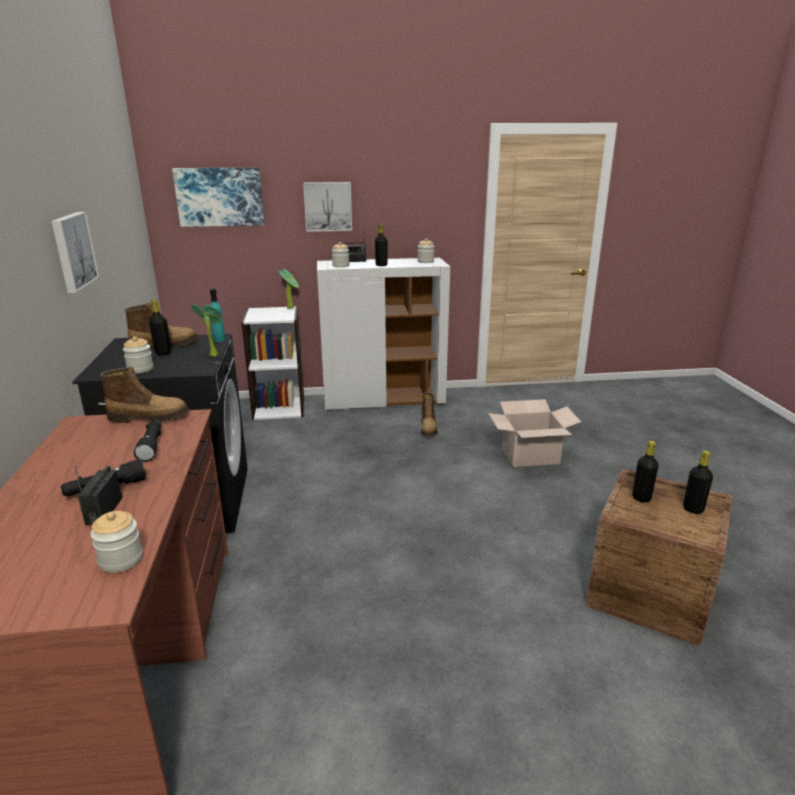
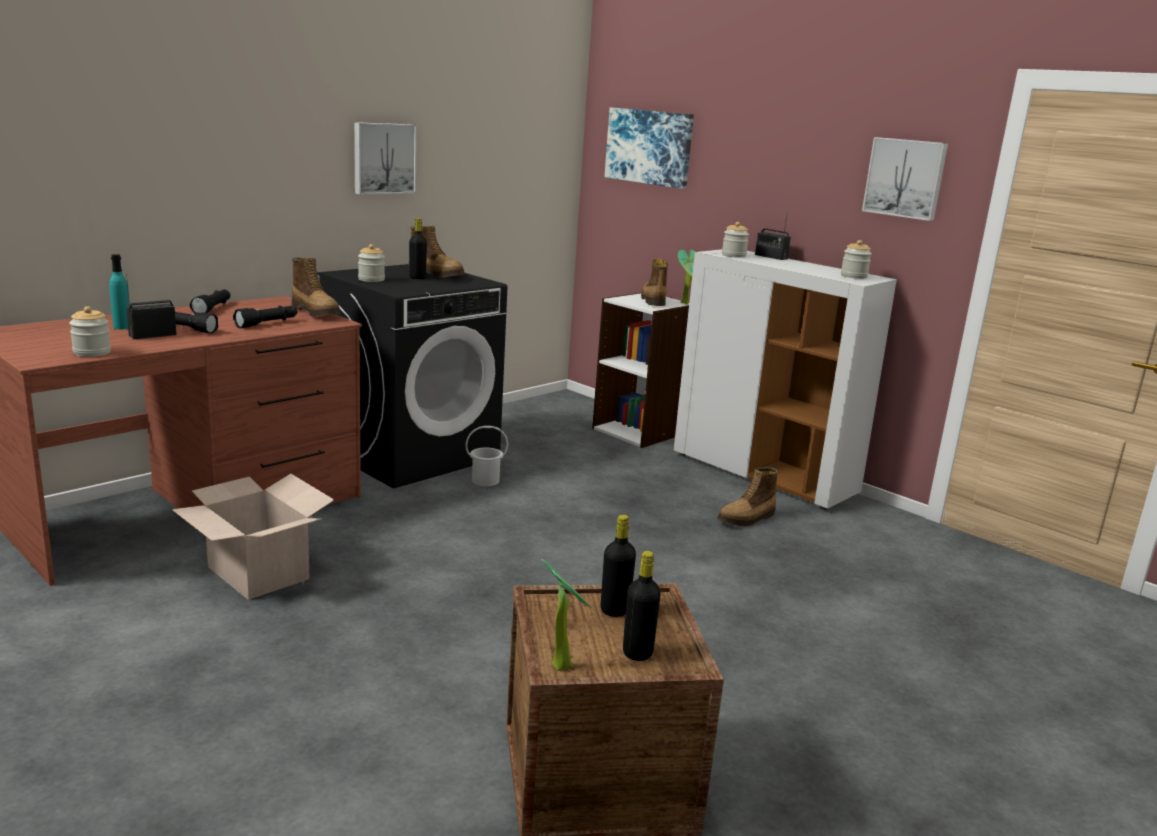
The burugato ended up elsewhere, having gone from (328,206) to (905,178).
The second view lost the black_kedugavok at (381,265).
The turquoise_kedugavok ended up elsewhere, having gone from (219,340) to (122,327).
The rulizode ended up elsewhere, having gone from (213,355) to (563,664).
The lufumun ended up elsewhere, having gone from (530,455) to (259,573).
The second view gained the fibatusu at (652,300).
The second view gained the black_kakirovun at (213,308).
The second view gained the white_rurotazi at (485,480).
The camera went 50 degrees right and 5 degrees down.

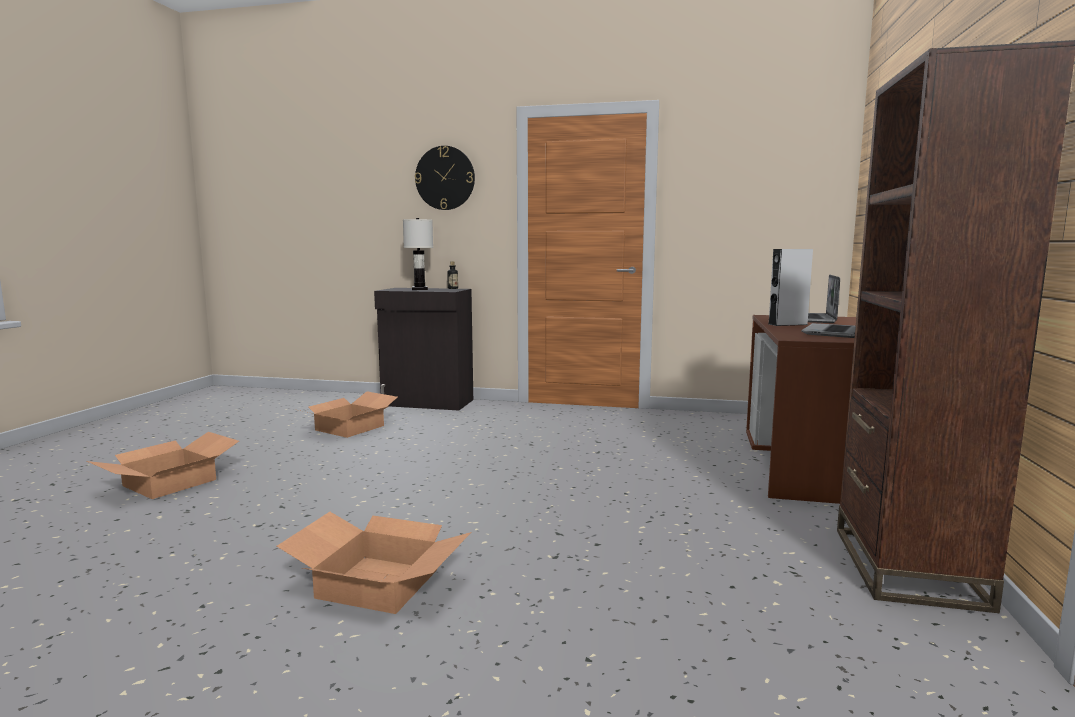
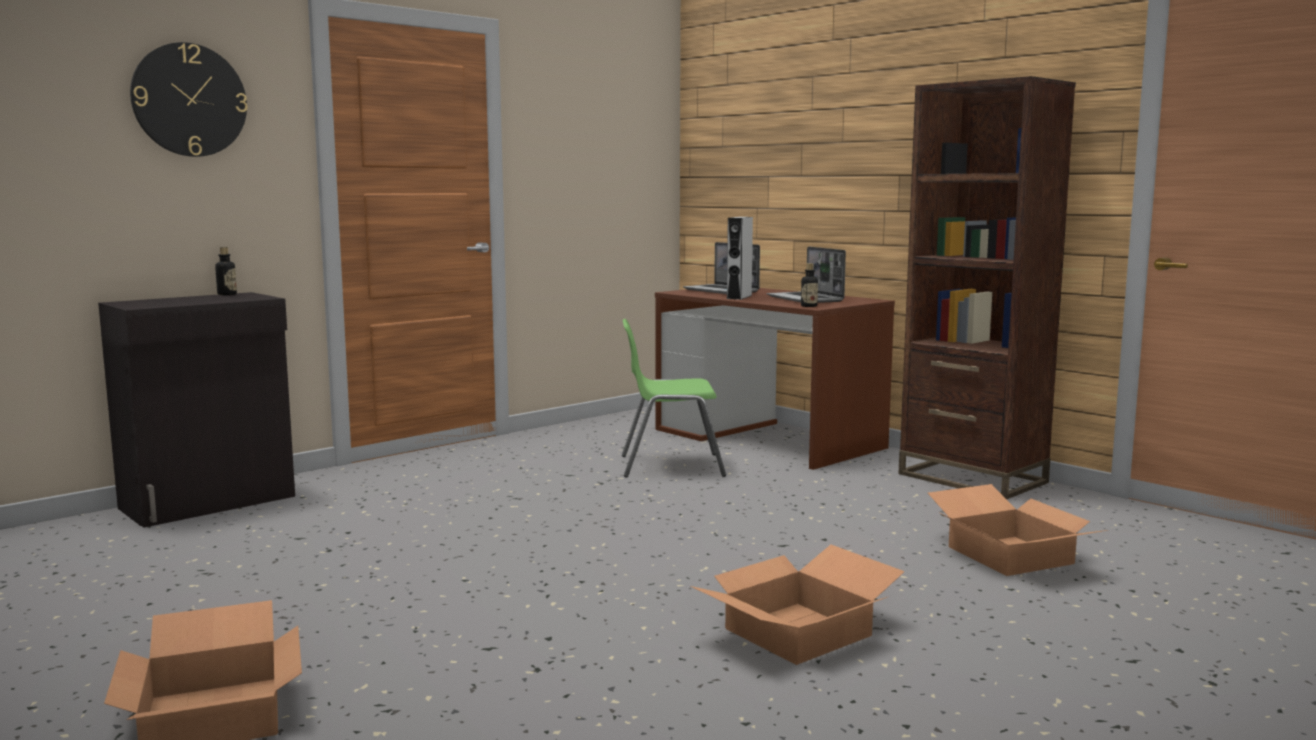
The second view lost the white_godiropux at (419,289).
The lufumun ended up elsewhere, having gone from (349,427) to (1007,555).
The second view gained the kedugavok at (809,306).
The second view gained the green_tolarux at (669,465).
The camera went 55 degrees left and 0 degrees up.

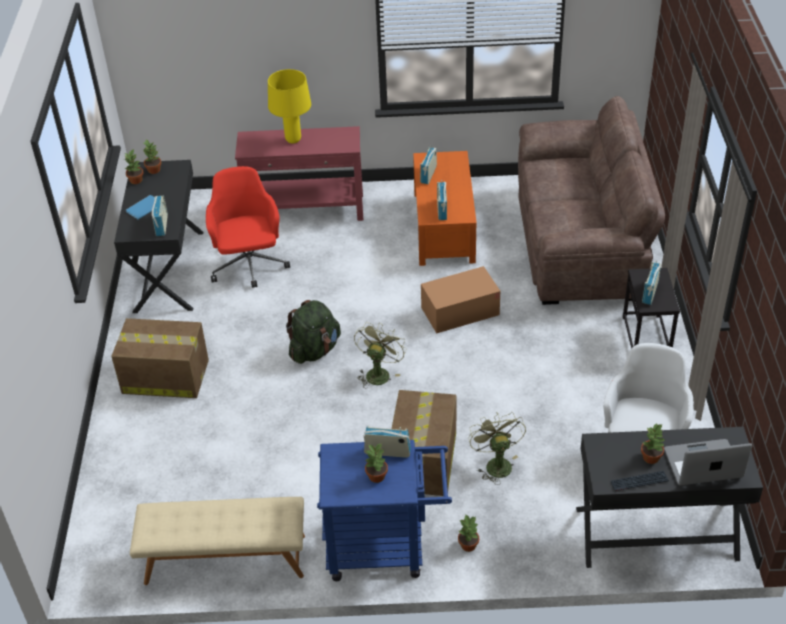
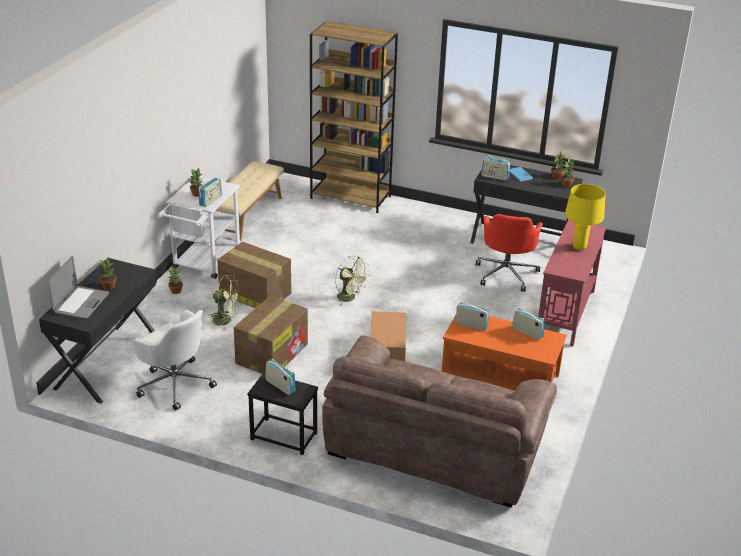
The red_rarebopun at (249,266) ended up facing another way, 90 degrees clockwise from before.
The second view lost the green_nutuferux at (315,350).
The lufumun ended up elsewhere, having gone from (164,376) to (272,353).
What was the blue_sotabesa at (385,547) turned into the white_sotabesa at (204,263).
The second view gained the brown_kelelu at (351,197).
The camera went 110 degrees right and 10 degrees down.

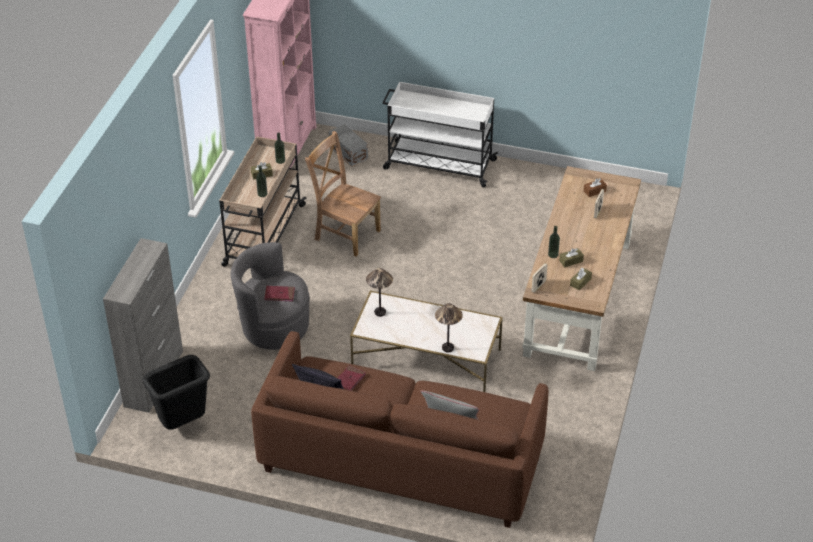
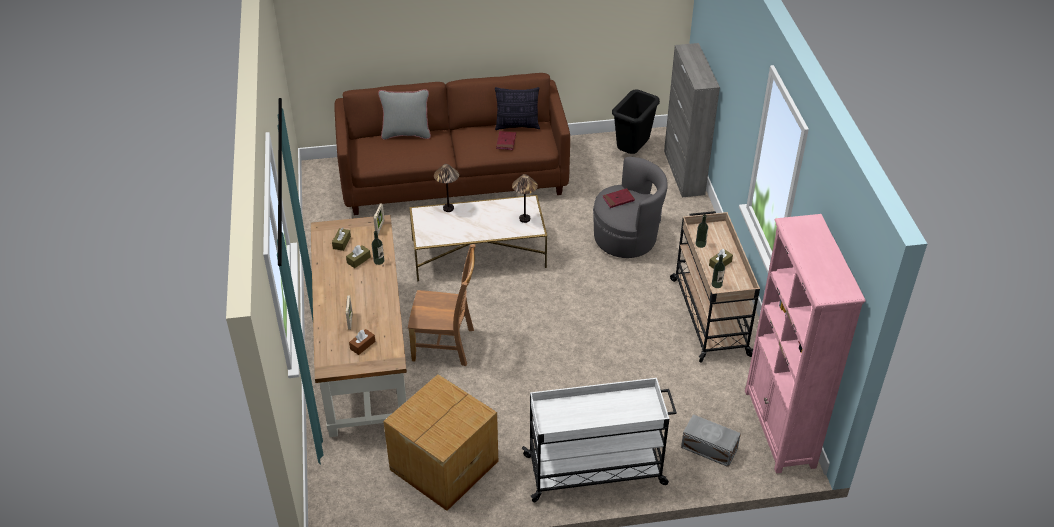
The brown_tolarux ended up elsewhere, having gone from (345,233) to (446,345).
The second view gained the lufumun at (442,465).
The camera went 155 degrees right and 0 degrees up.

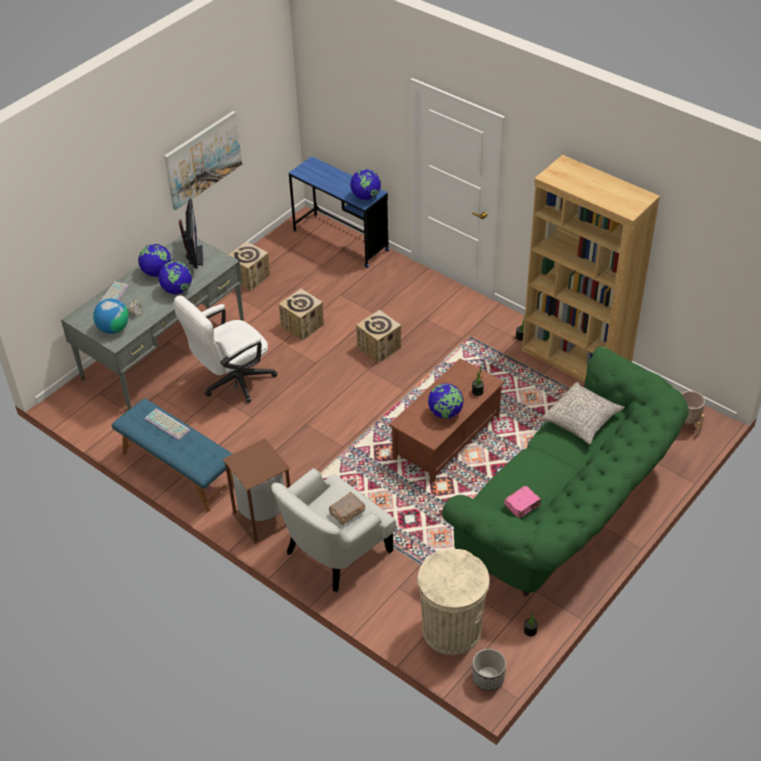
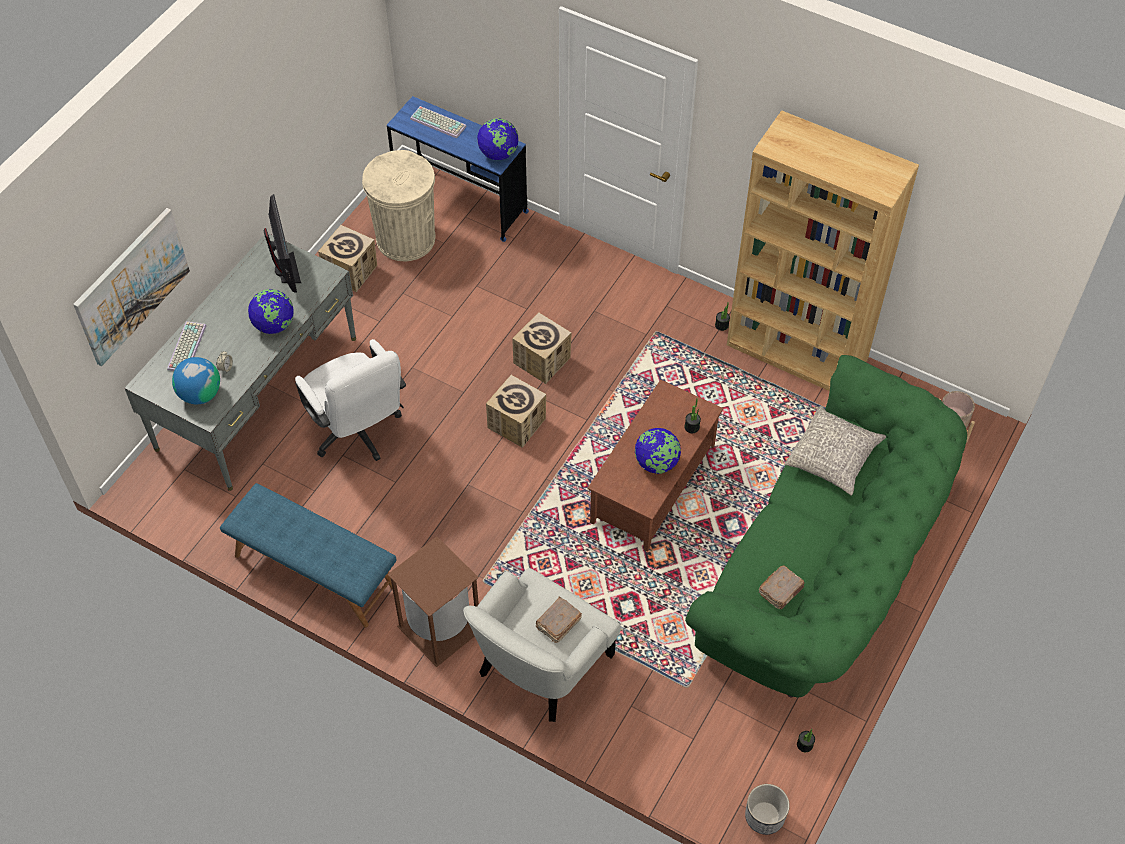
The burugato ended up elsewhere, having gone from (203,159) to (131,286).
The second view lost the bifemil at (157,272).
The lufumun ended up elsewhere, having gone from (302,325) to (517,423).
The white_rarebopun at (231,382) ended up facing another way, 75 degrees counterclockwise from before.
The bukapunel ended up elsewhere, having gone from (168,424) to (439,122).
What was the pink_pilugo at (522,505) turned into the brown_pilugo at (781,591).
The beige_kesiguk ended up elsewhere, having gone from (451,630) to (405,239).
The camera went 10 degrees left and 10 degrees up.

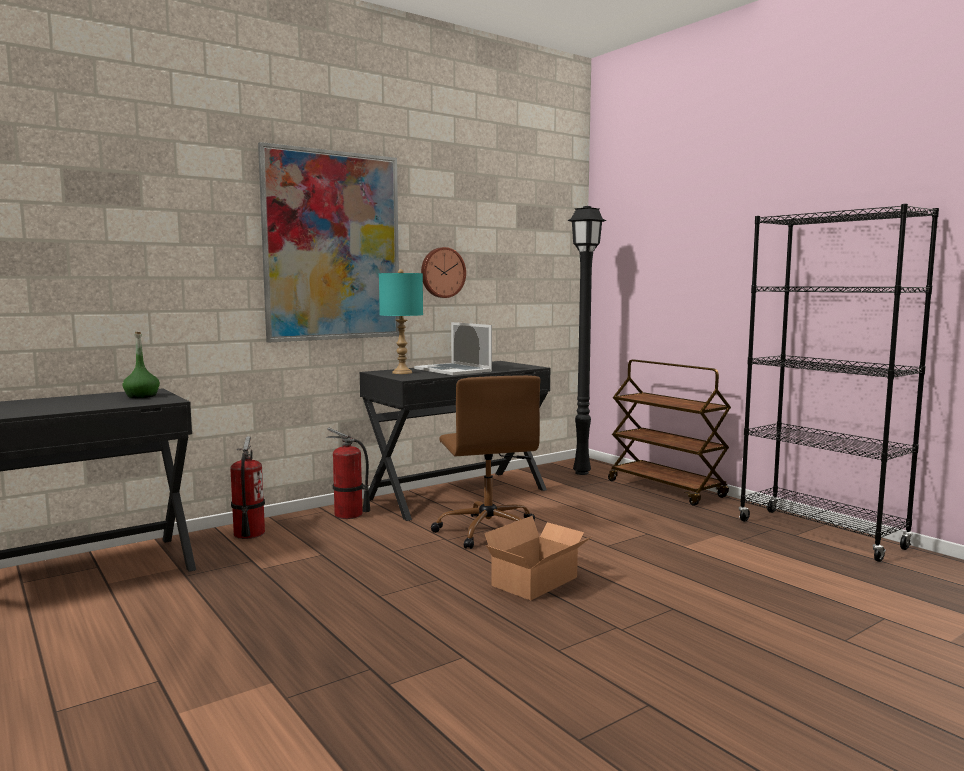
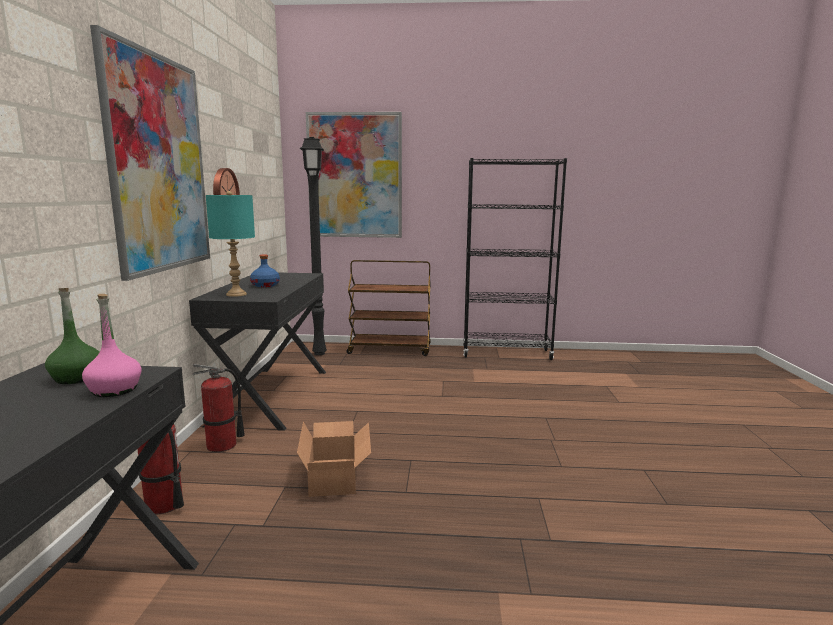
Where the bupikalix stood at (453,370), the blue_kedugavok came to stand at (265,285).
The second view lost the brown_rarebopun at (487,530).
The lufumun ended up elsewhere, having gone from (538,582) to (336,475).
The second view gained the burugato at (355,176).
The second view gained the pink_kedugavok at (115,390).
The camera went 50 degrees left and 5 degrees up.

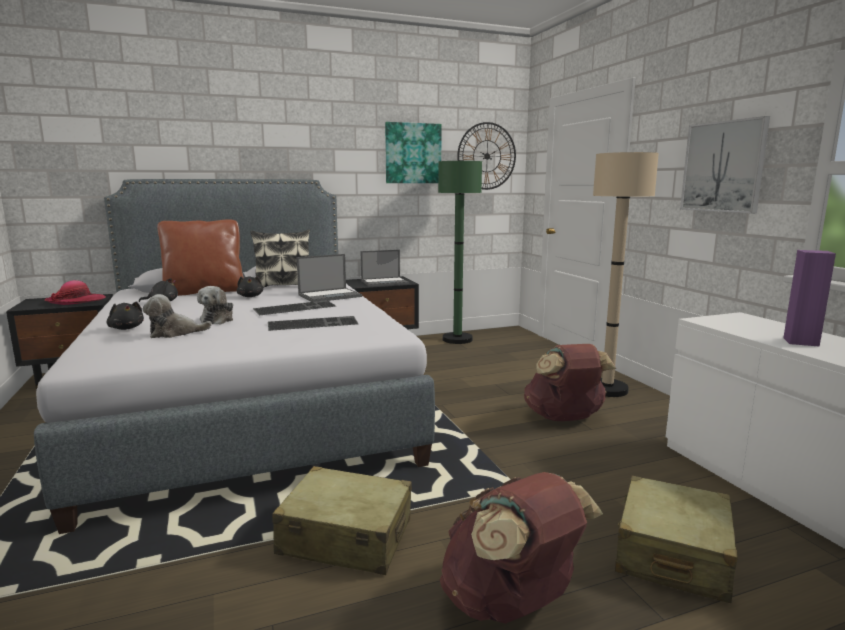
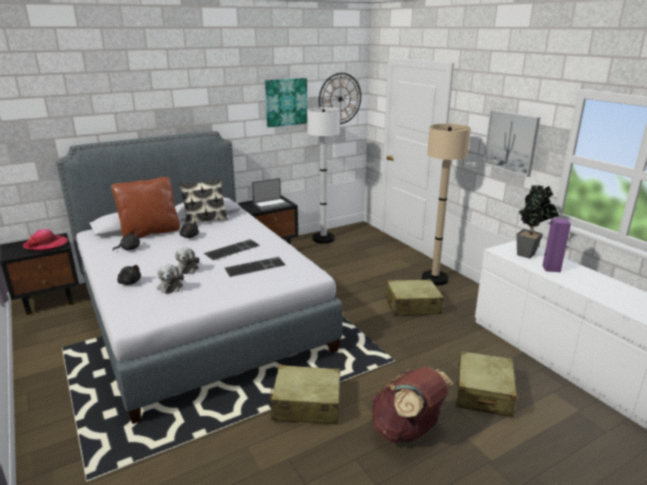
What was the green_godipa at (457,339) turned into the white_godipa at (323,239).
The second view lost the bupikalix at (330,295).
The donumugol at (174,333) ended up facing another way, 75 degrees counterclockwise from before.
Where the brown_nutuferux stood at (564,418), the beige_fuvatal came to stand at (412,306).
The second view gained the rulizode at (528,254).
The camera went 10 degrees left and 10 degrees up.

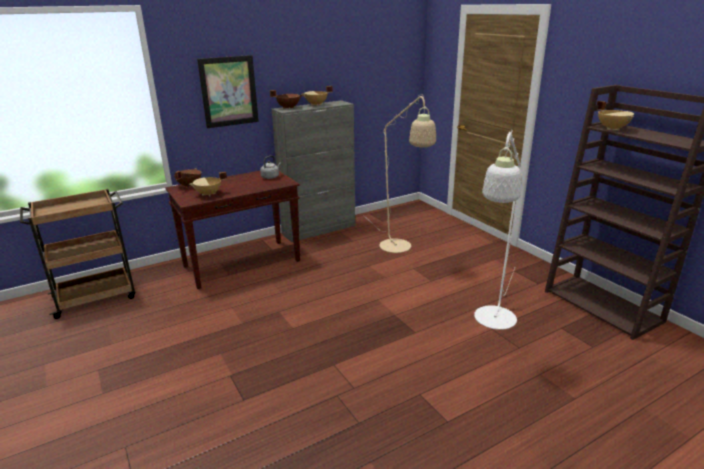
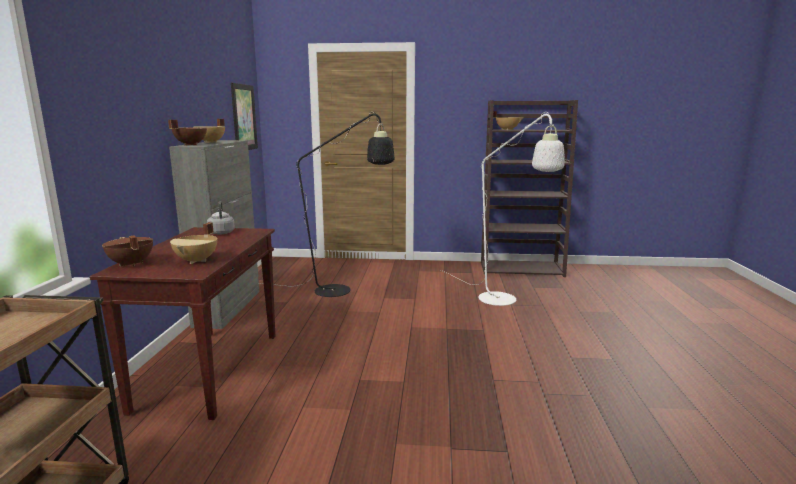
The burugato ended up elsewhere, having gone from (229,91) to (244,117).
What was the beige_godipa at (399,249) turned into the black_godipa at (342,291).
The camera went 55 degrees left and 10 degrees down.

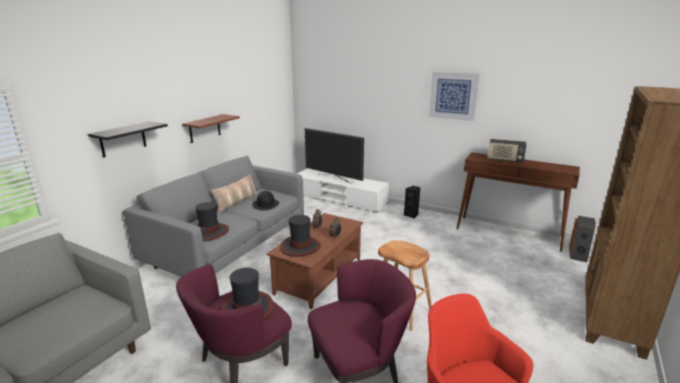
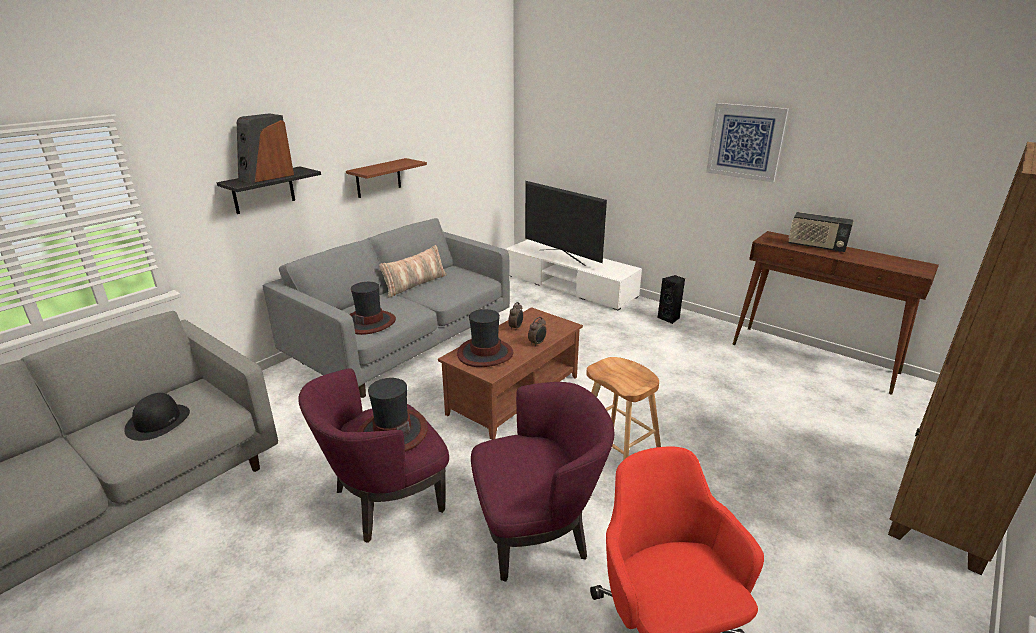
The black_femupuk ended up elsewhere, having gone from (265,204) to (158,421).
The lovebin ended up elsewhere, having gone from (578,254) to (266,177).
The camera went 10 degrees right and 5 degrees up.

